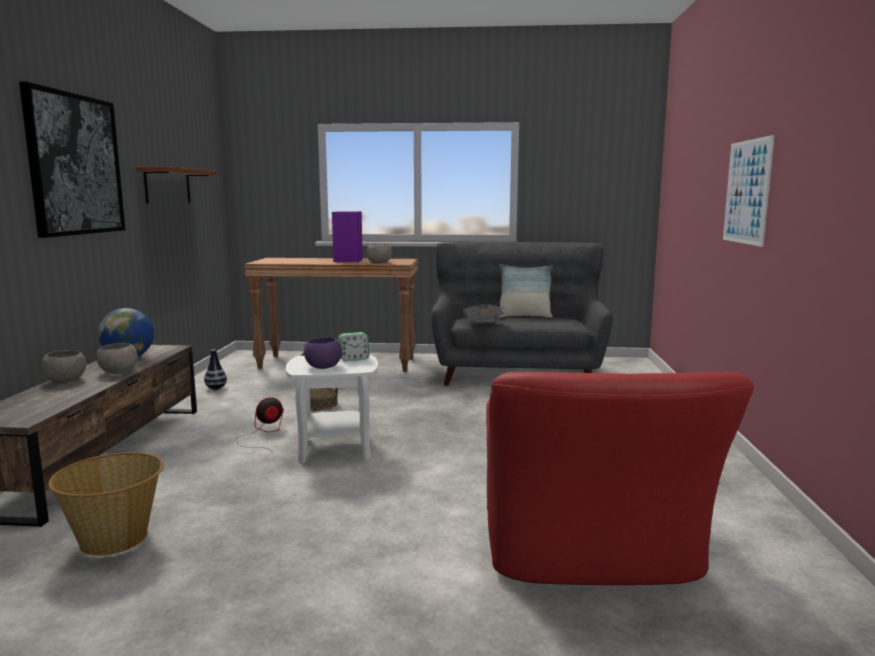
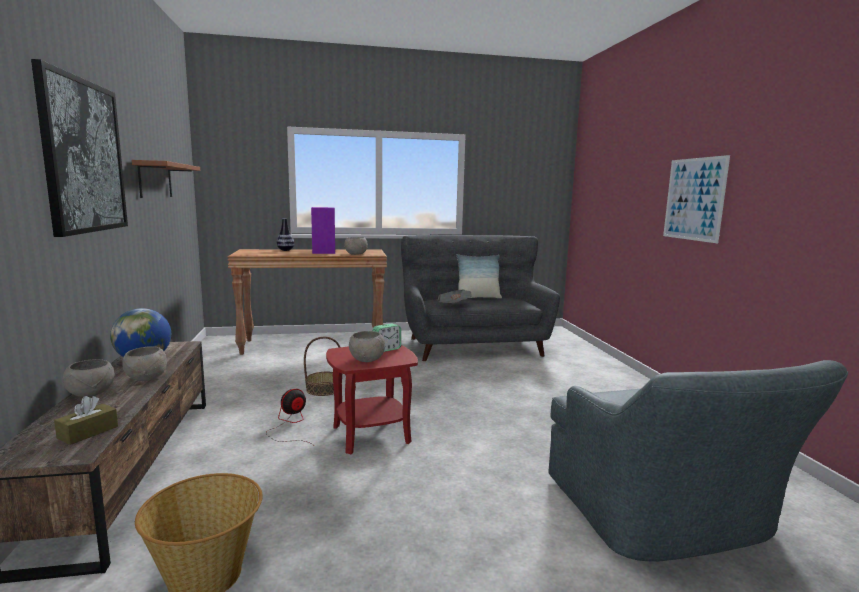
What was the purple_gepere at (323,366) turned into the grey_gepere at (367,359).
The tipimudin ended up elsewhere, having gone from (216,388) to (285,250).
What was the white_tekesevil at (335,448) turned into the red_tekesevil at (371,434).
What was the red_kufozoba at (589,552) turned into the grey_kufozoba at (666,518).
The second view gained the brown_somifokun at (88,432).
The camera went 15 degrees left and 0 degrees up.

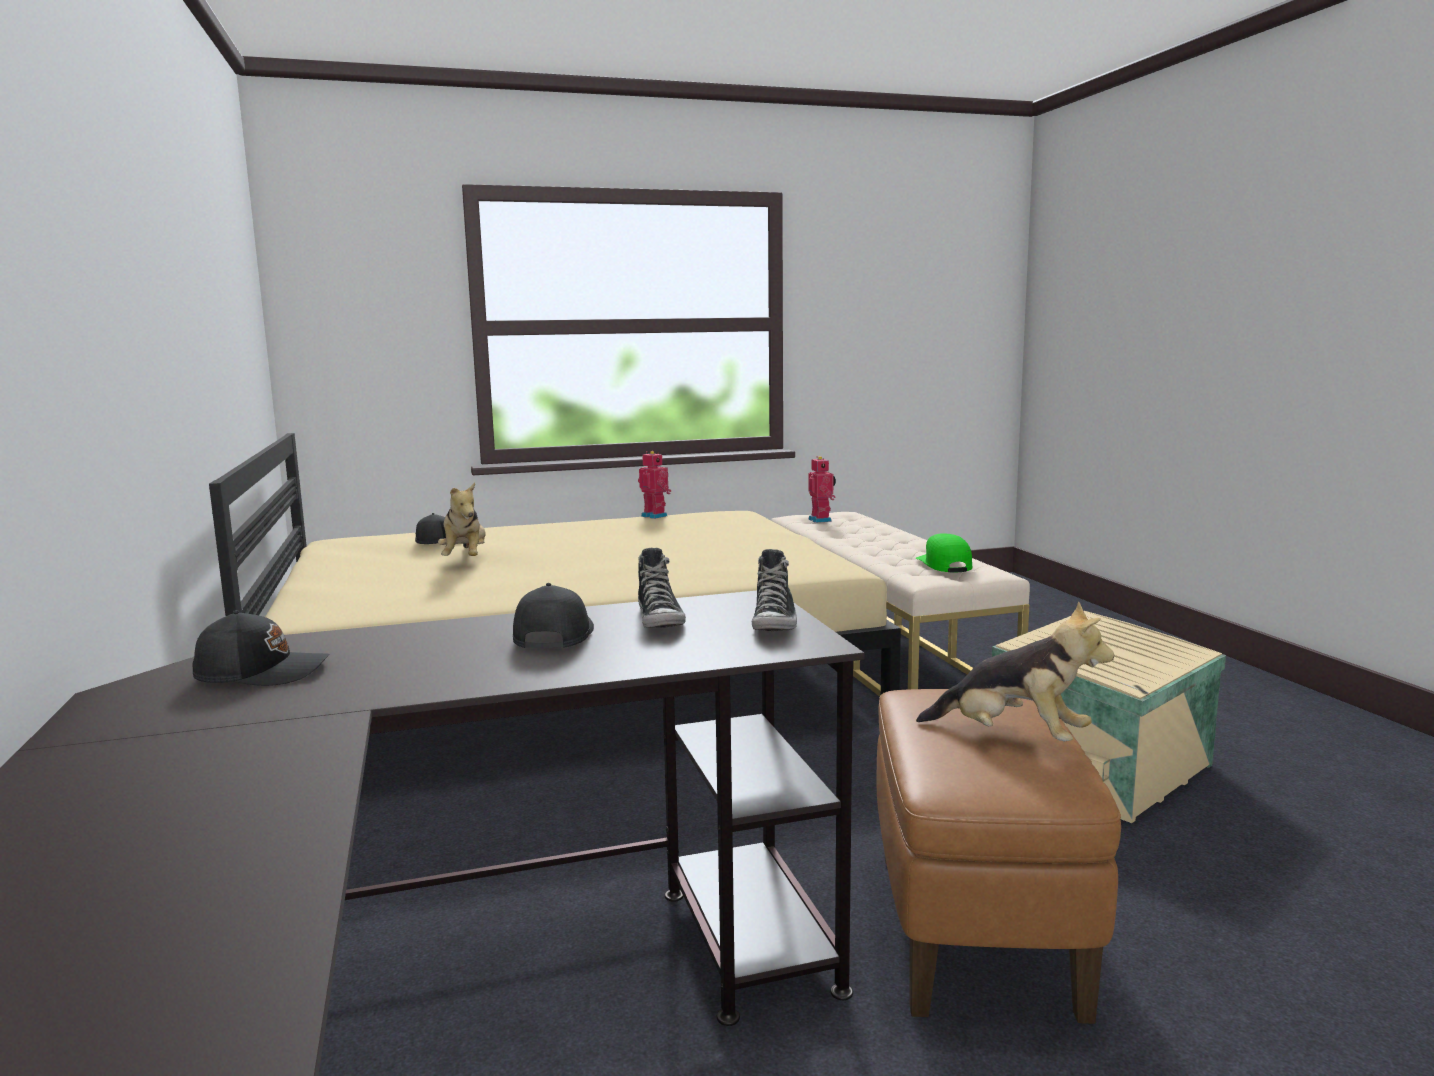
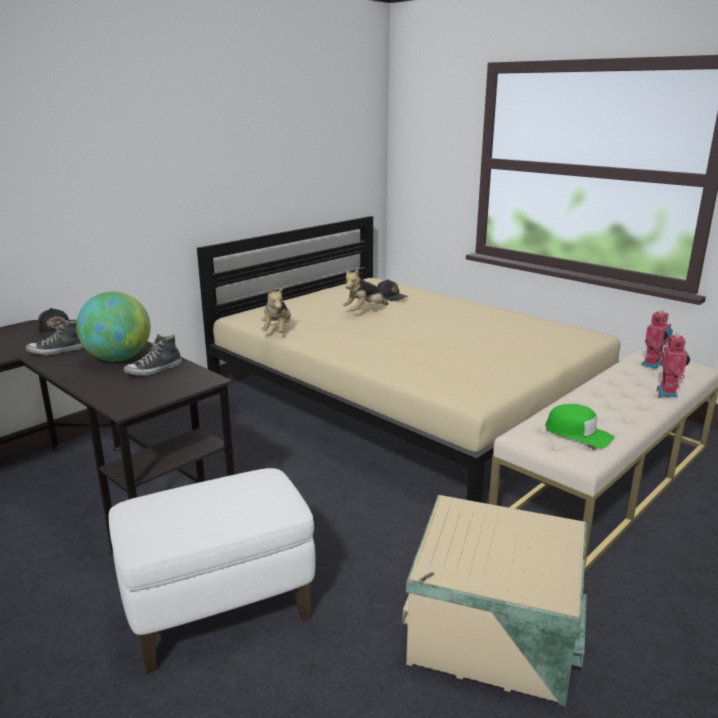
The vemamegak ended up elsewhere, having gone from (655,516) to (668,393).
The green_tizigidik at (944,564) ended up facing another way, 75 degrees clockwise from before.
The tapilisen ended up elsewhere, having gone from (775,623) to (57,351).
Where the black_tizigidik stood at (552,636), the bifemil came to stand at (118,358).
The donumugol ended up elsewhere, having gone from (1012,738) to (277,331).
What was the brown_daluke at (974,930) turned into the white_daluke at (221,612).
The camera went 60 degrees right and 10 degrees up.

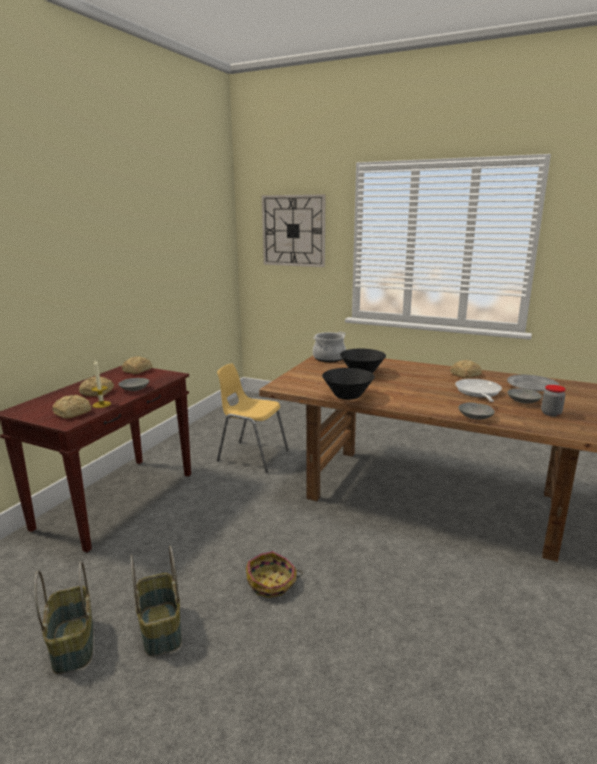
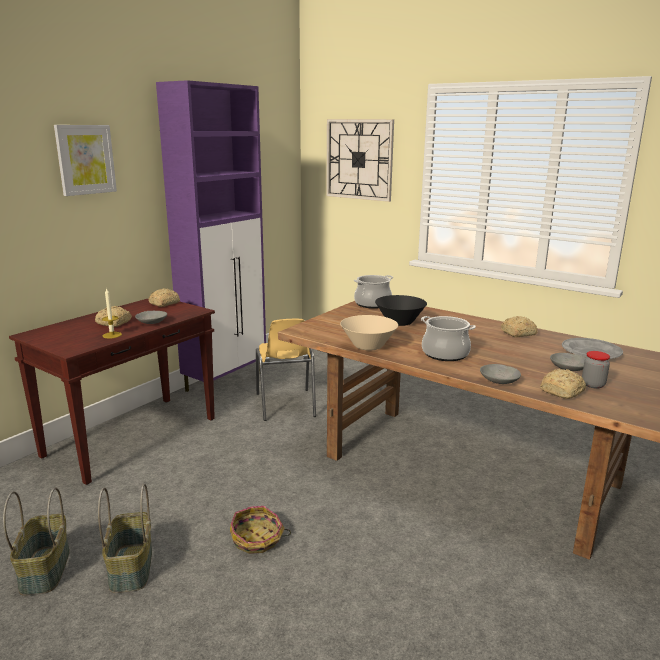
The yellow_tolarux at (252,455) ended up facing another way, 135 degrees counterclockwise from before.
What was the black_gepere at (347,396) turned into the beige_gepere at (368,346).
The second view lost the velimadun at (478,392).
The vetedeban ended up elsewhere, having gone from (73,413) to (563,391).
The second view gained the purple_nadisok at (226,381).
The second view gained the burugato at (85,159).
The second view gained the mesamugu at (445,354).
The camera went 10 degrees right and 0 degrees up.

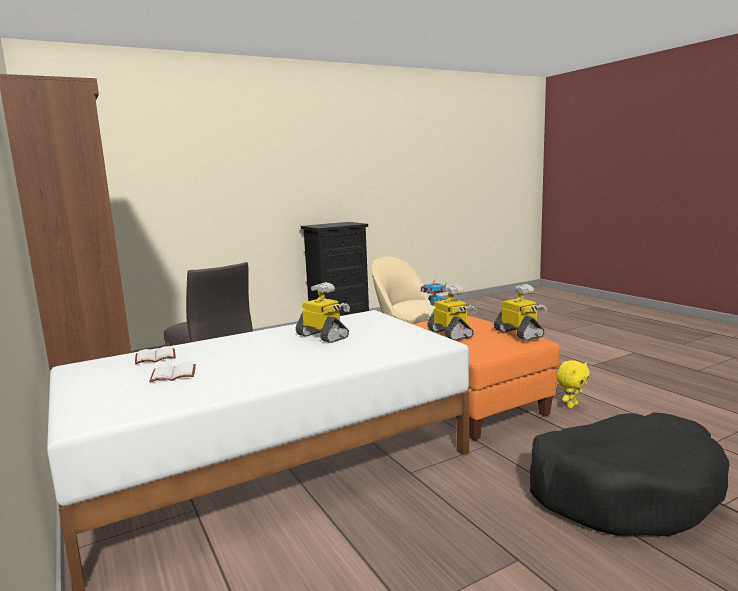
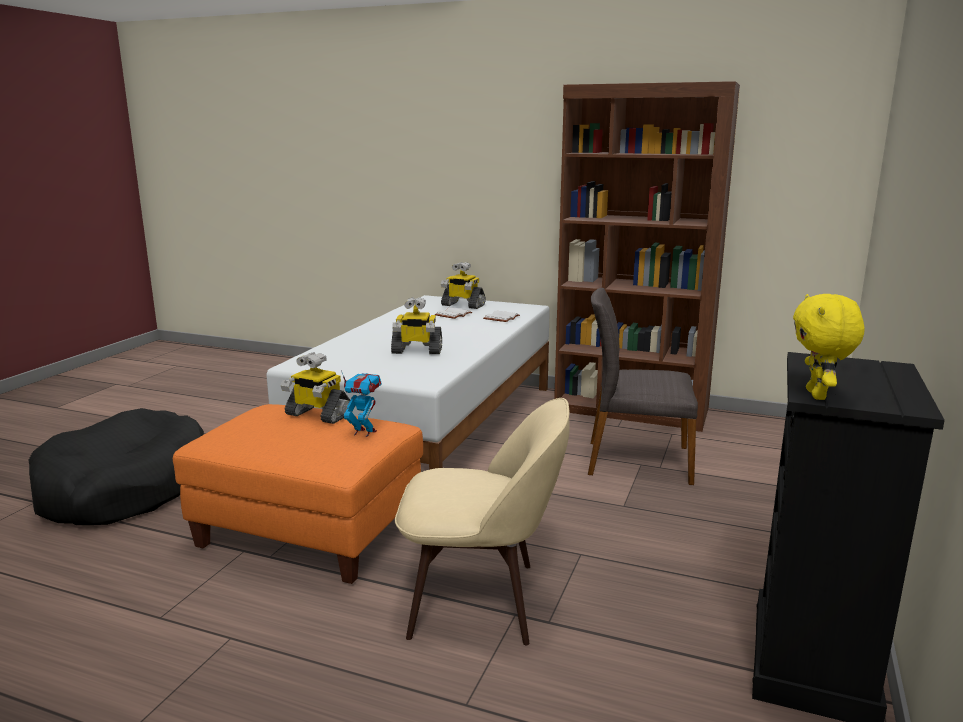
The vemamegak ended up elsewhere, having gone from (519,333) to (462,305).
The yellow_donumugol ended up elsewhere, having gone from (571,405) to (818,395).
The camera went 140 degrees right and 5 degrees up.

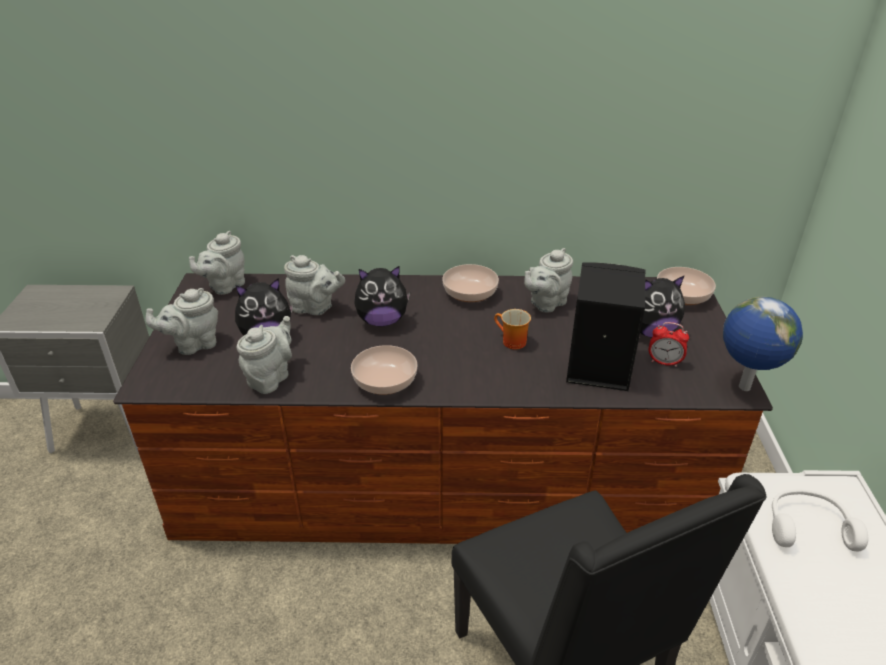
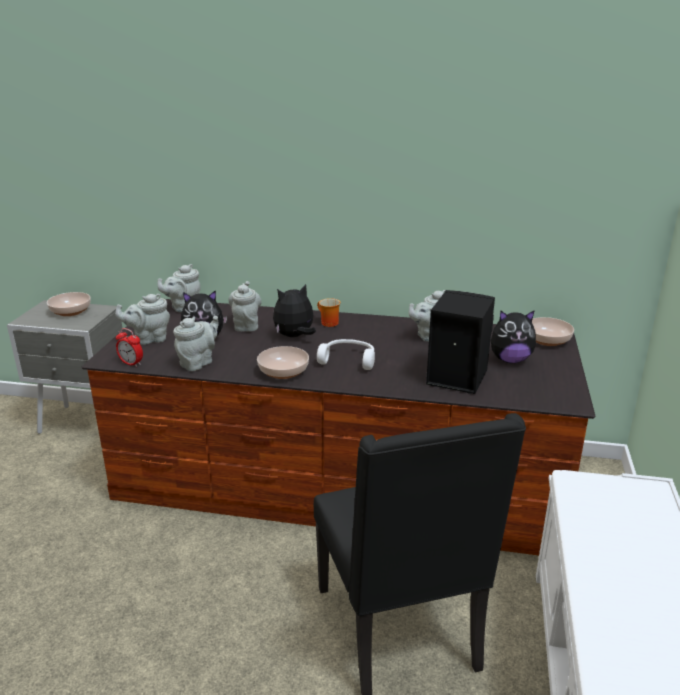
The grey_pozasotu at (315,308) ended up facing another way, 120 degrees counterclockwise from before.
The gepere ended up elsewhere, having gone from (470,294) to (70,312).
The donumugol at (382,321) ended up facing another way, 150 degrees clockwise from before.
The second view lost the bifemil at (743,388).
The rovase ended up elsewhere, having gone from (510,342) to (327,323).
The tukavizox ended up elsewhere, having gone from (664,362) to (131,363).
The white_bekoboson ended up elsewhere, having gone from (807,527) to (348,360).
The camera went 10 degrees right and 10 degrees down.

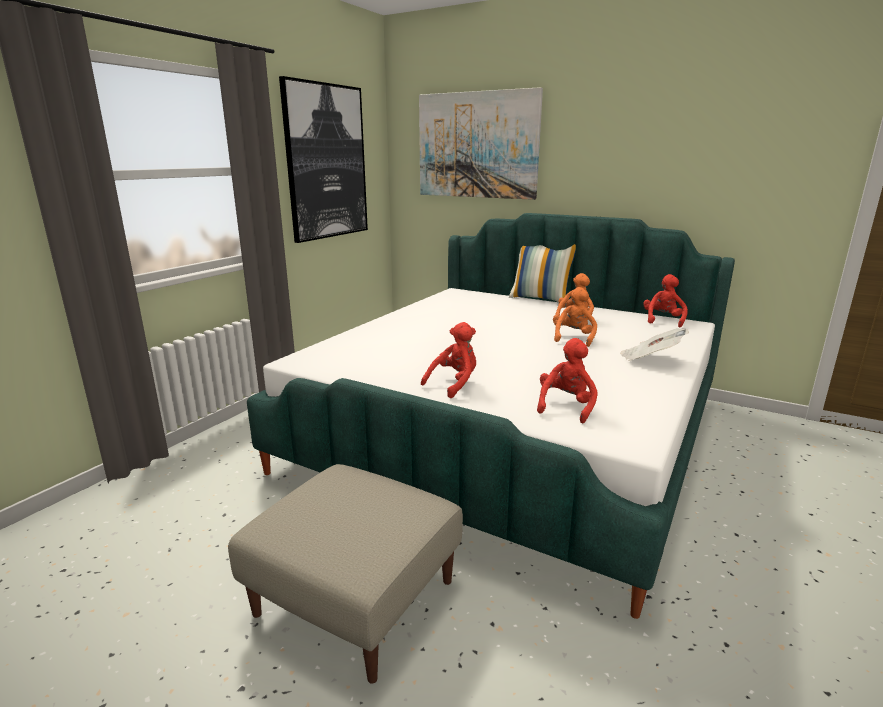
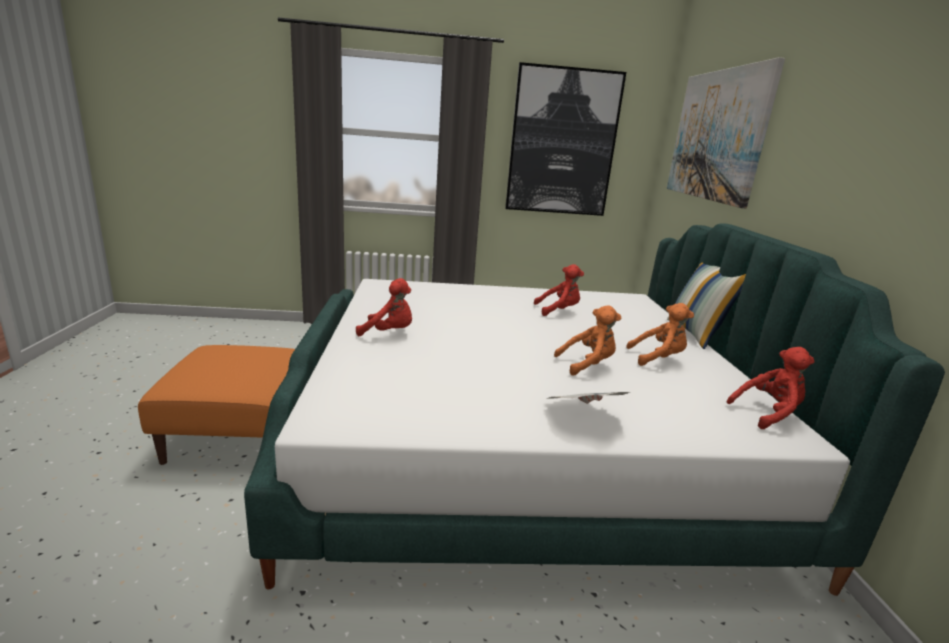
The red_donumugol ended up elsewhere, having gone from (566,406) to (559,311).
What was the beige_daluke at (357,597) turned into the orange_daluke at (239,433).
The camera went 55 degrees right and 0 degrees up.

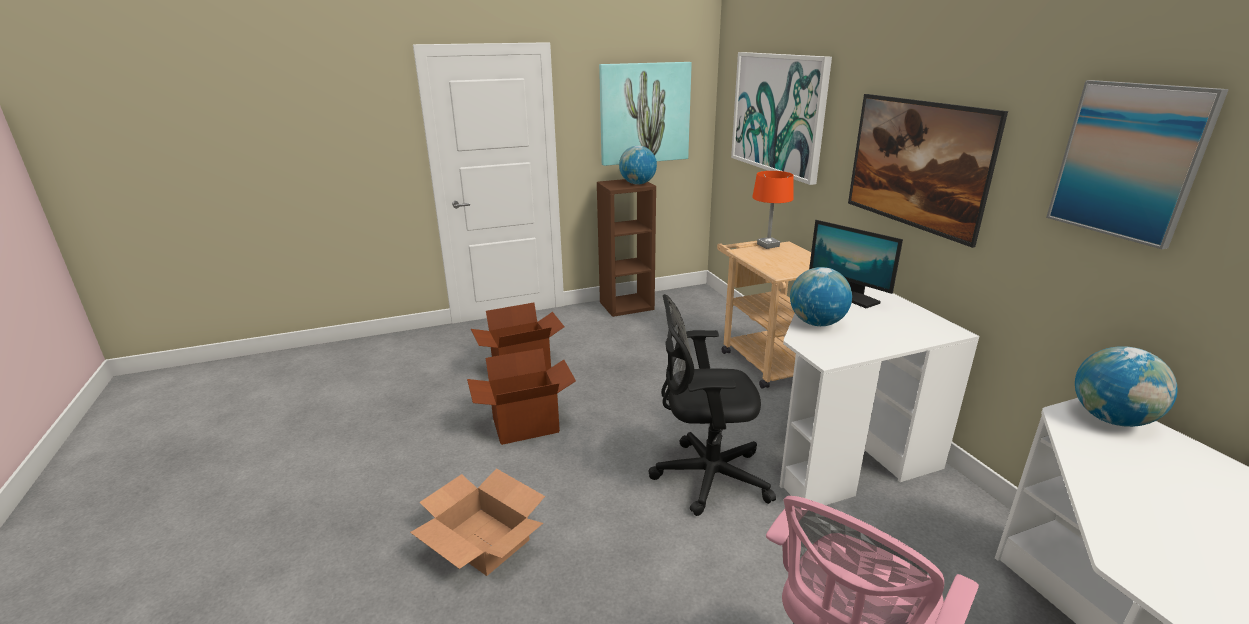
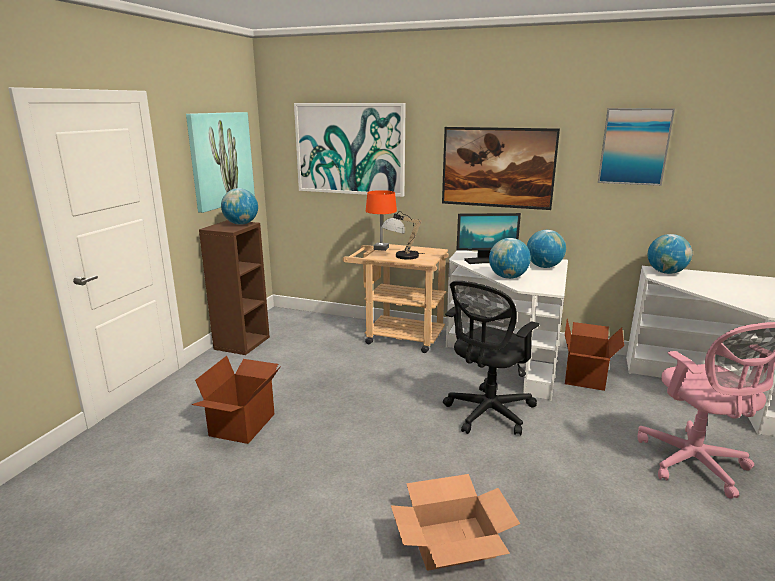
The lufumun ended up elsewhere, having gone from (525,426) to (586,377).
The second view gained the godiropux at (401,257).
The second view gained the bifemil at (544,267).
The camera went 50 degrees left and 5 degrees down.

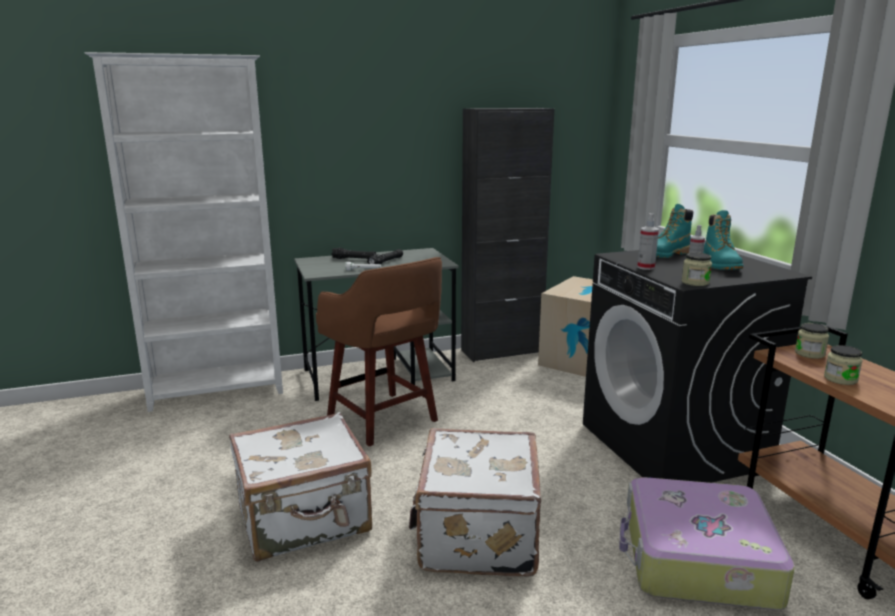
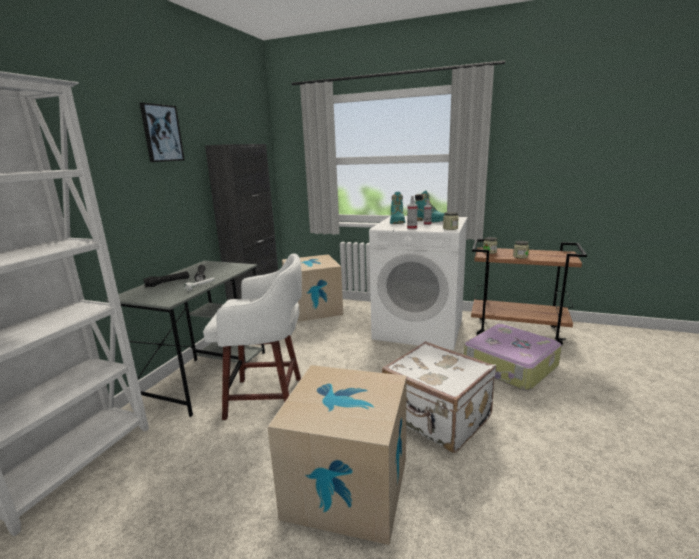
What was the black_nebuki at (674,446) turned into the white_nebuki at (419,328).
What was the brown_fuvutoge at (384,420) turned into the white_fuvutoge at (268,397).
Where the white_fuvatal stood at (305,520), the lufumun came to stand at (347,486).
The second view gained the burugato at (161,133).
The camera went 50 degrees left and 0 degrees up.

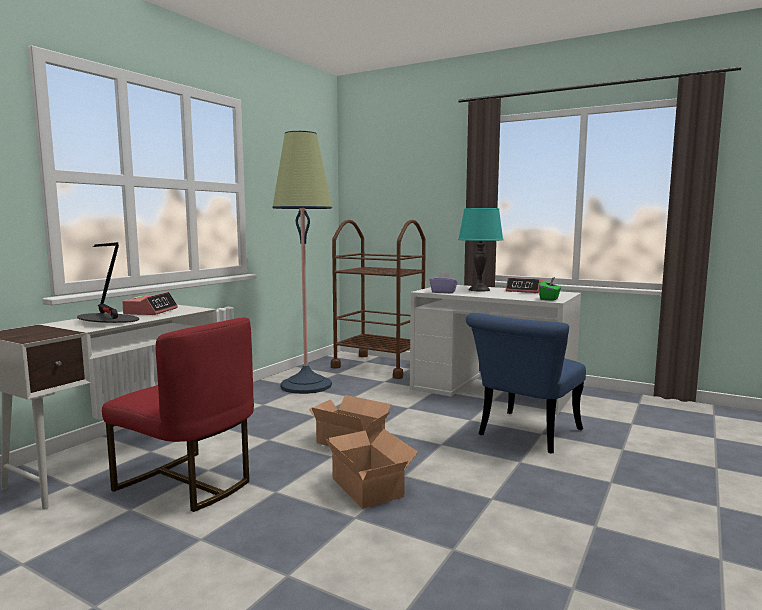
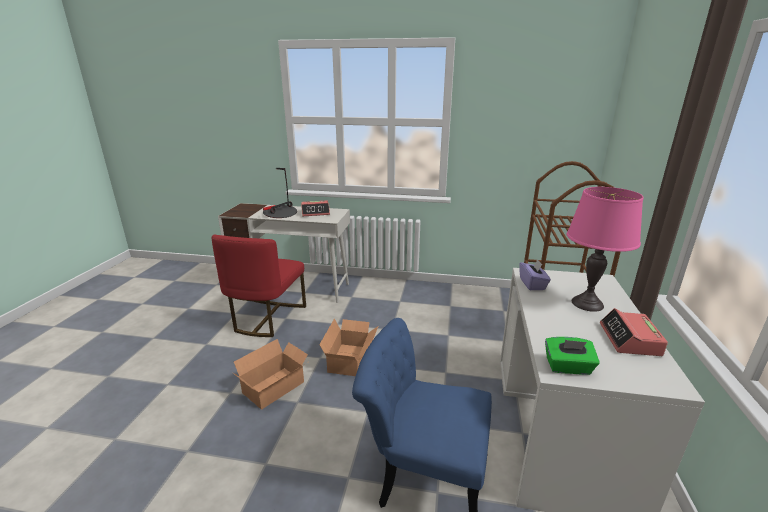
The second view lost the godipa at (306,385).
What was the turquoise_godiropux at (479,290) turned into the pink_godiropux at (587,304).
The camera went 70 degrees right and 15 degrees up.

